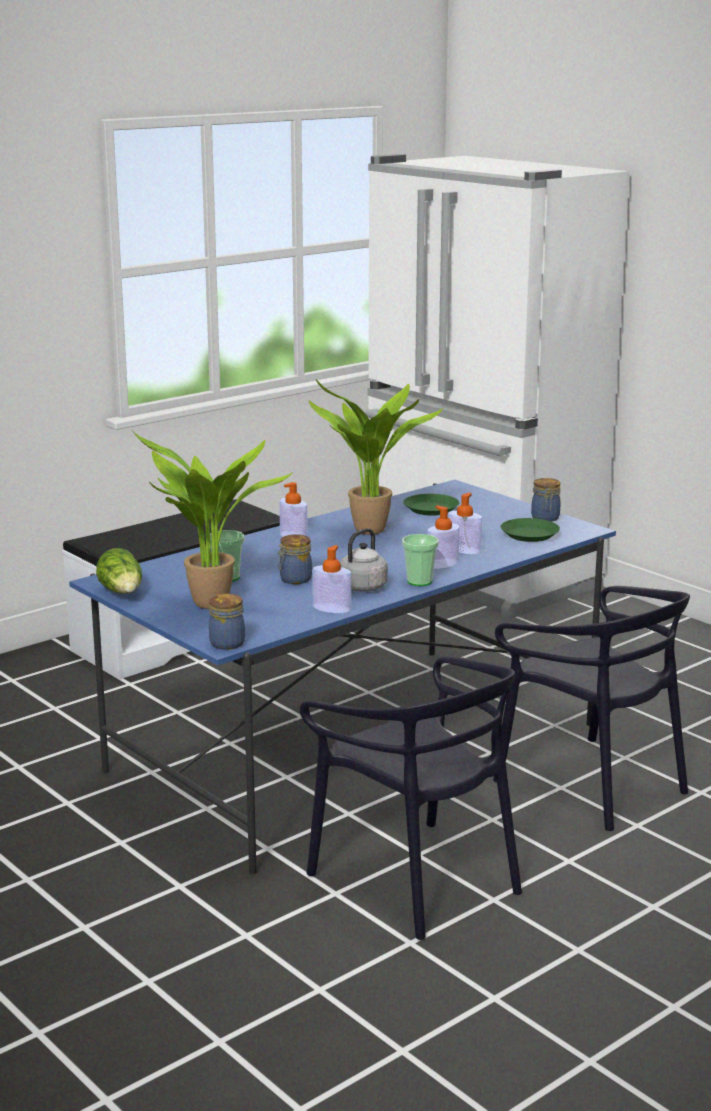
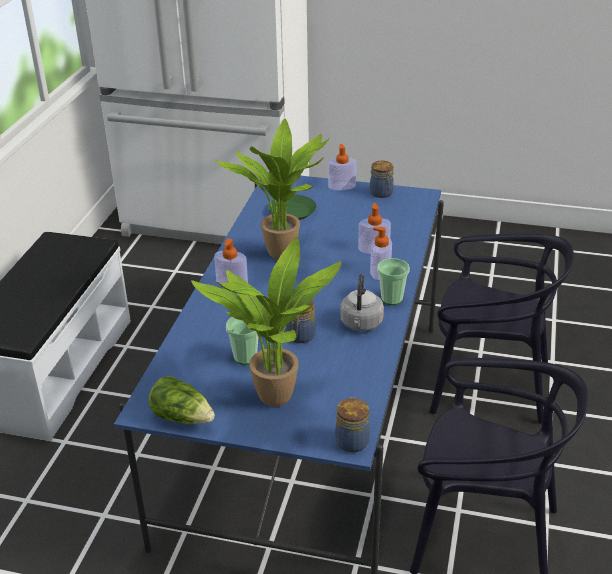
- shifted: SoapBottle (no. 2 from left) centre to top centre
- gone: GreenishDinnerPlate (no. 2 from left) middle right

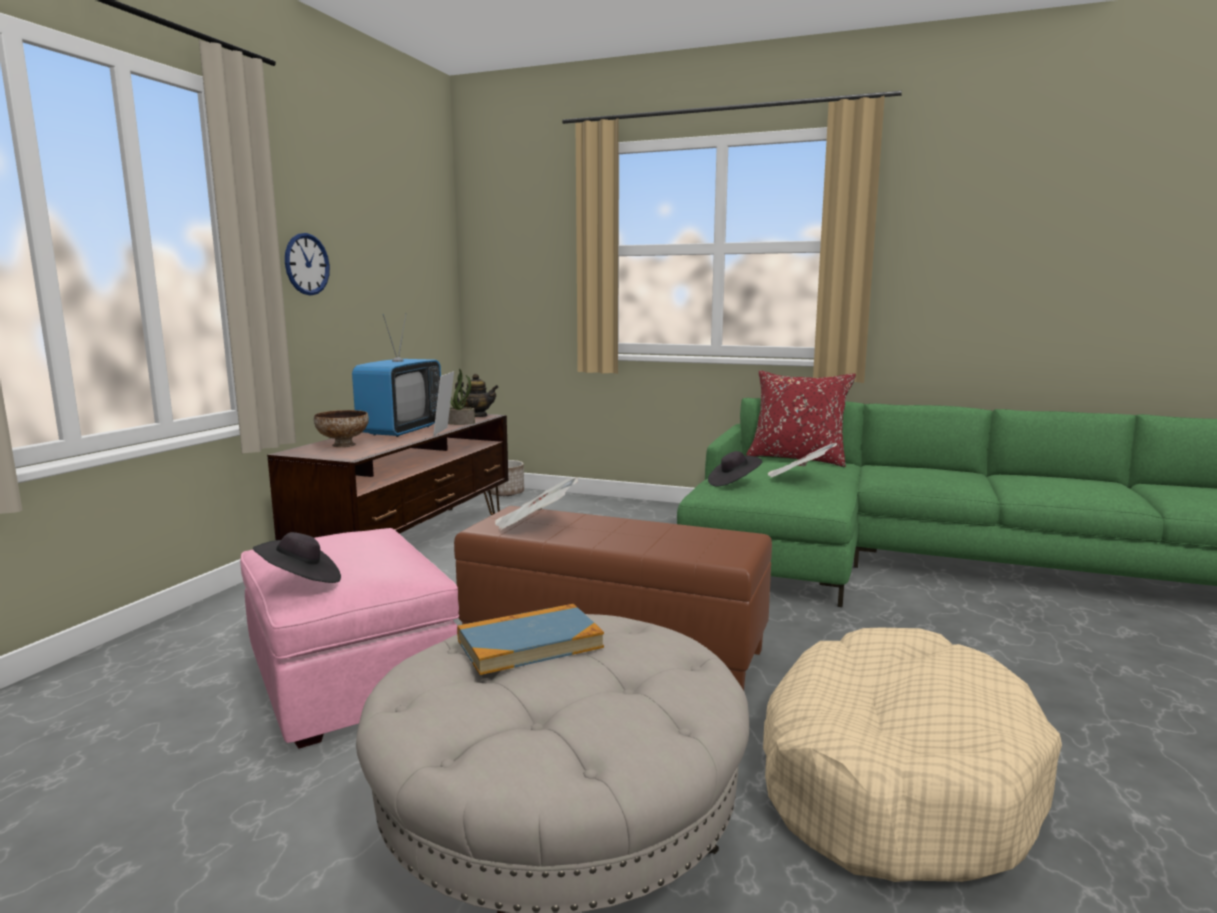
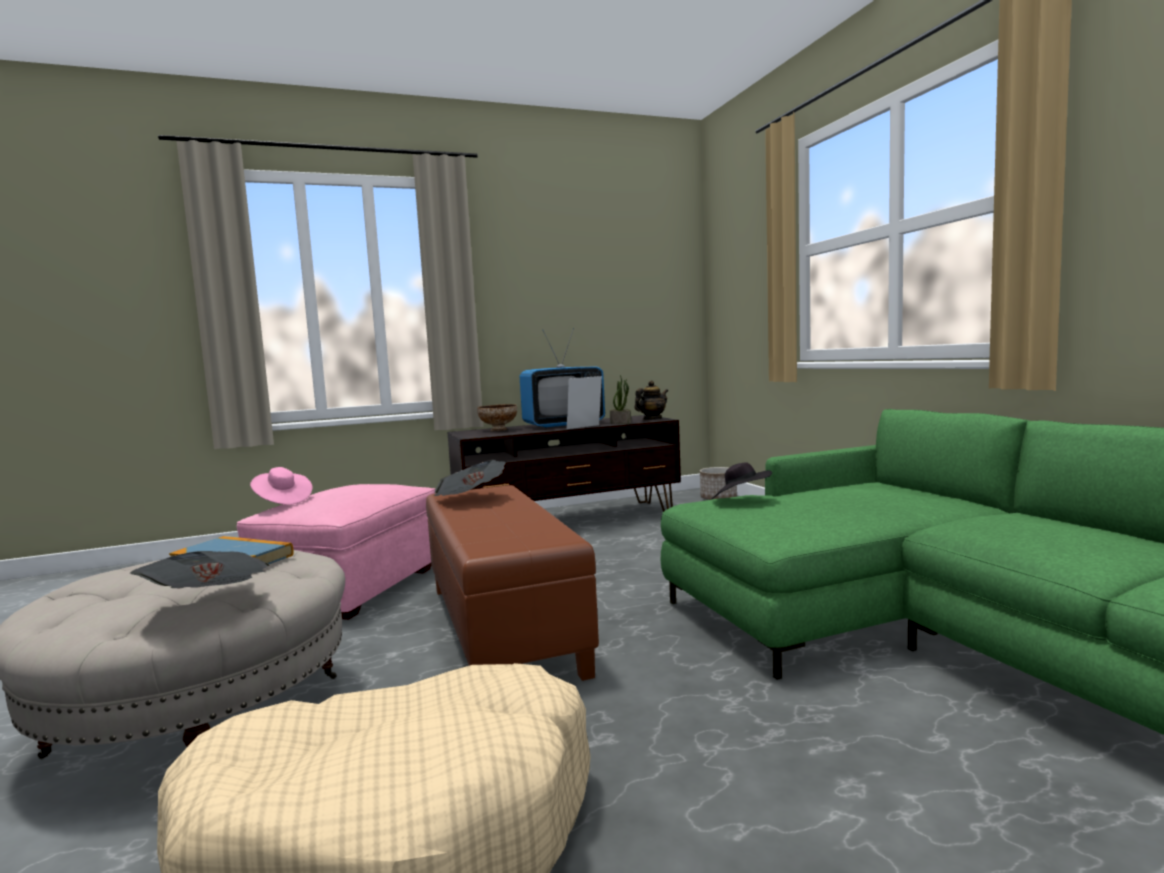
- repainted: BlackColouredWearableHat (no. 1 from left) middle left to PinkWearableHat middle left
- gone: HangingClock top left
- rotated: TeaPot centre = centre 90 degrees counterclockwise
- gone: RedThrowPillow centre
- shifted: Newspaper (no. 2 from left in the first image) centre to Newspaper (no. 1 from left) middle left

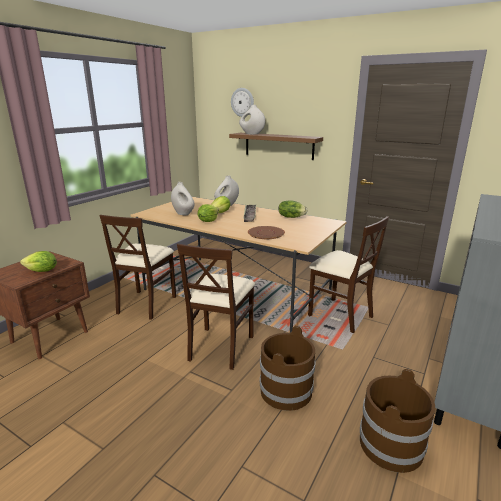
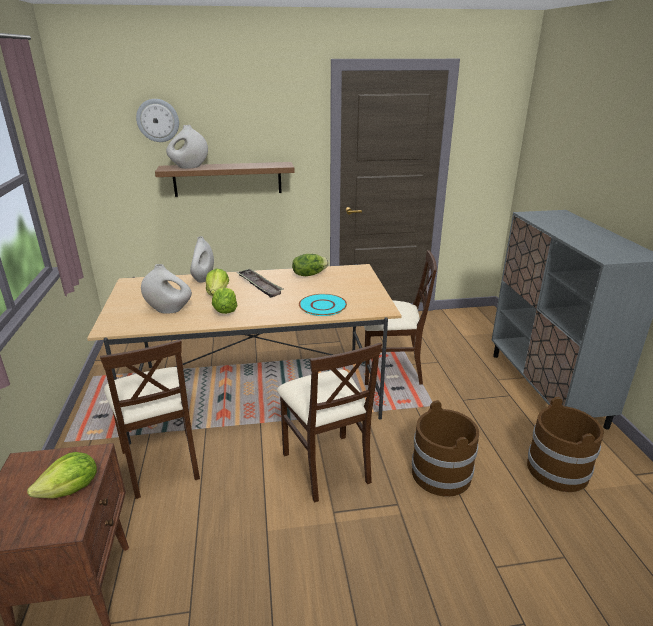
- repainted: BrownColouredDinnerPlate centre to TurquoiseColouredDinnerPlate centre

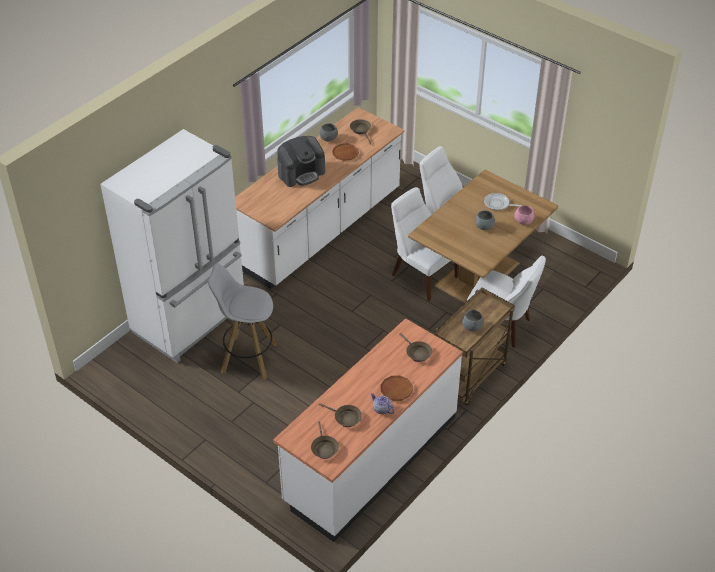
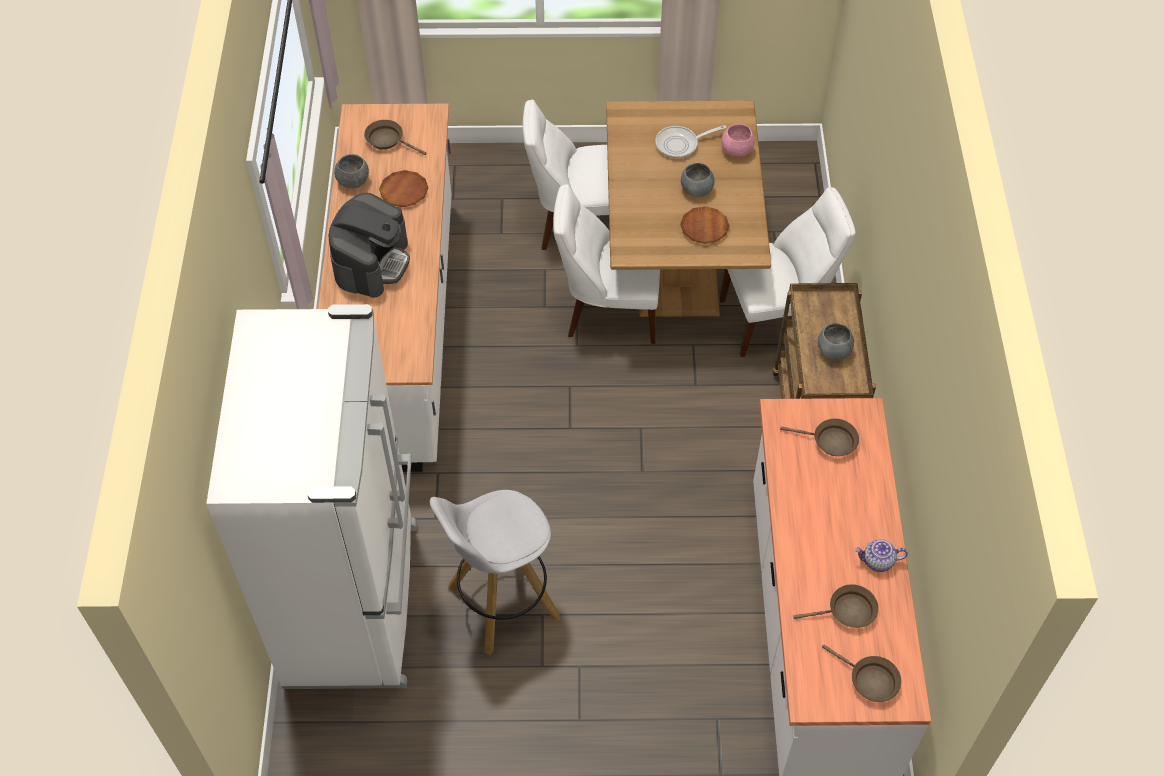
- shifted: BrownColouredDinnerPlate (no. 2 from left) bottom centre to top centre

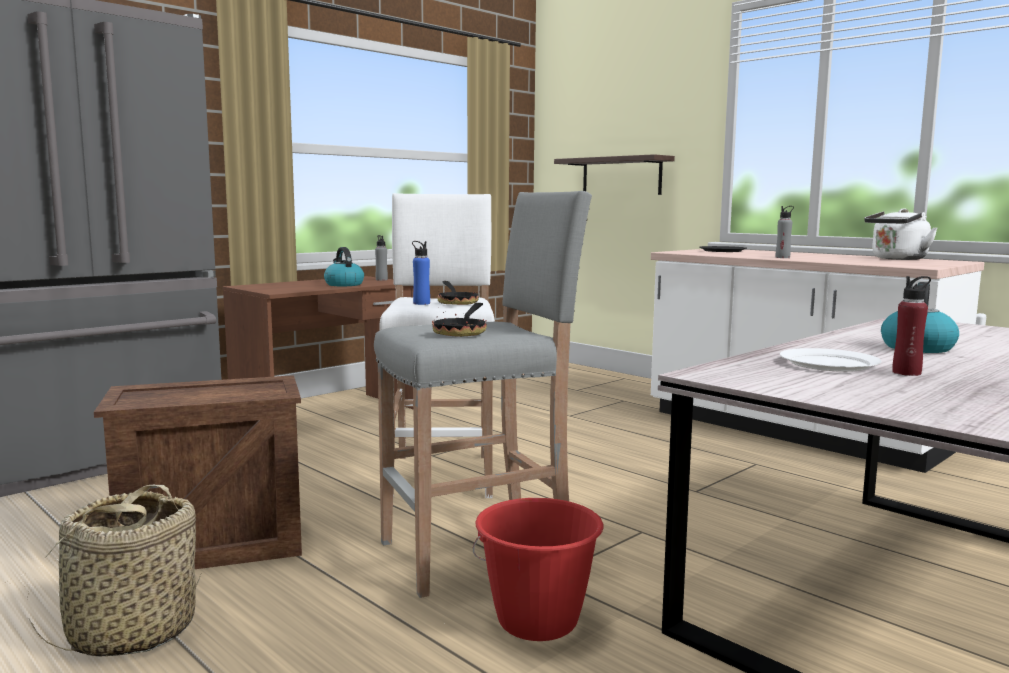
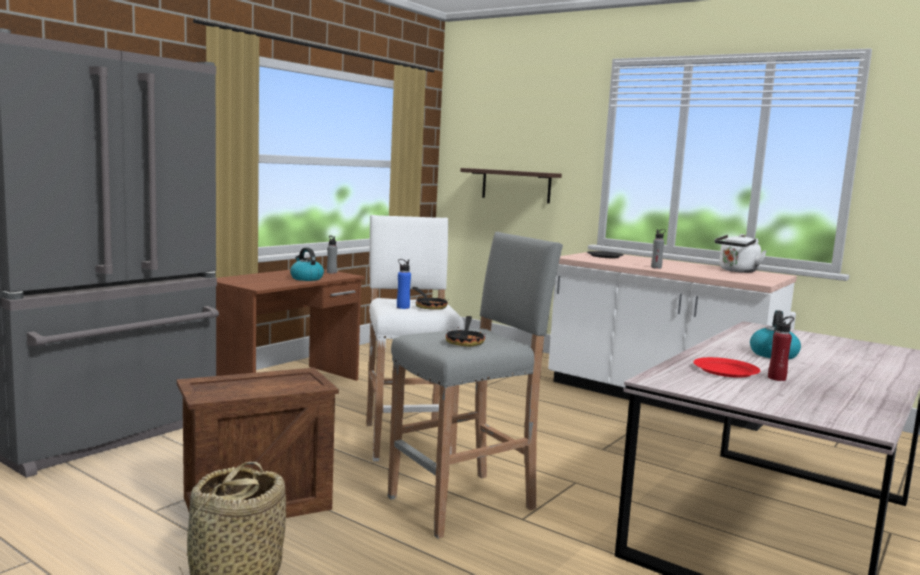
- gone: RedPail bottom centre
- repainted: WhiteColouredDinnerPlate middle right to RedDinnerPlate middle right

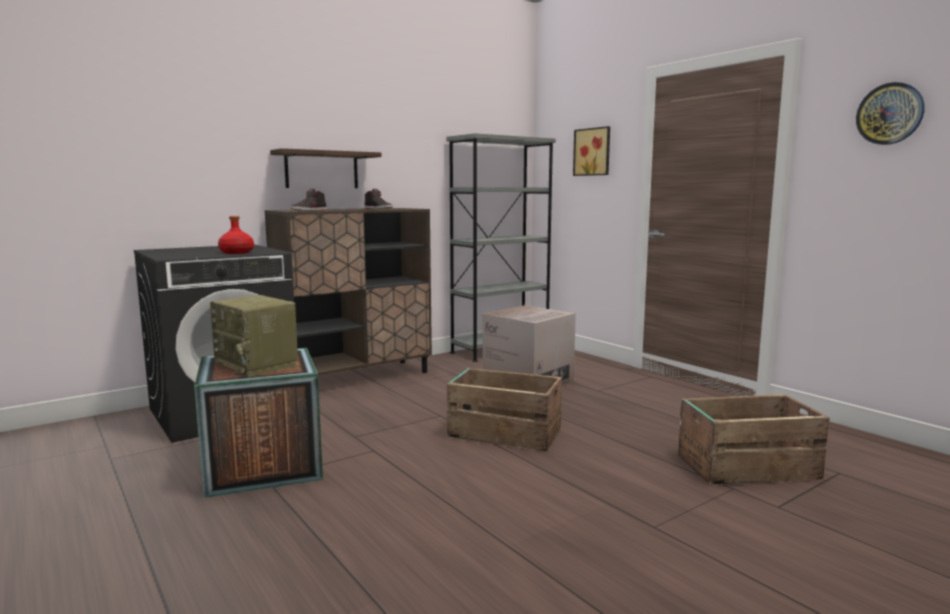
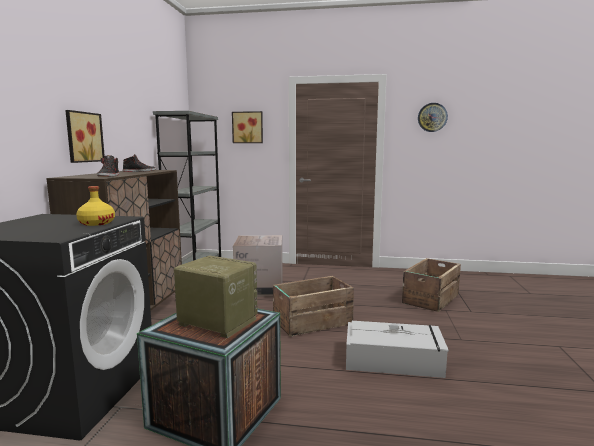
- rotated: RadioReceiver middle left = centre 150 degrees counterclockwise
- repainted: RedBeverageBottle middle left to YellowColouredBeverageBottle middle left
- swapped: BracketShelf top centre to WallPicture (no. 1 from left) top left
- new: GreyStorageBox bottom right

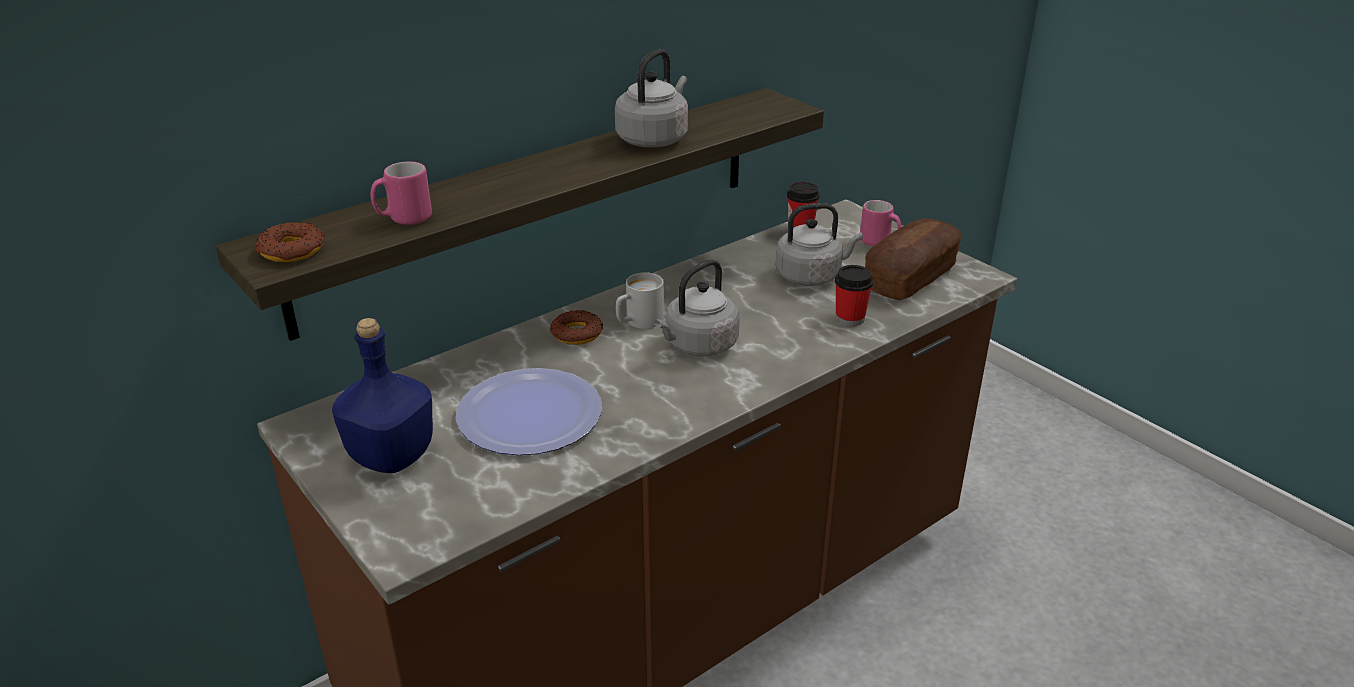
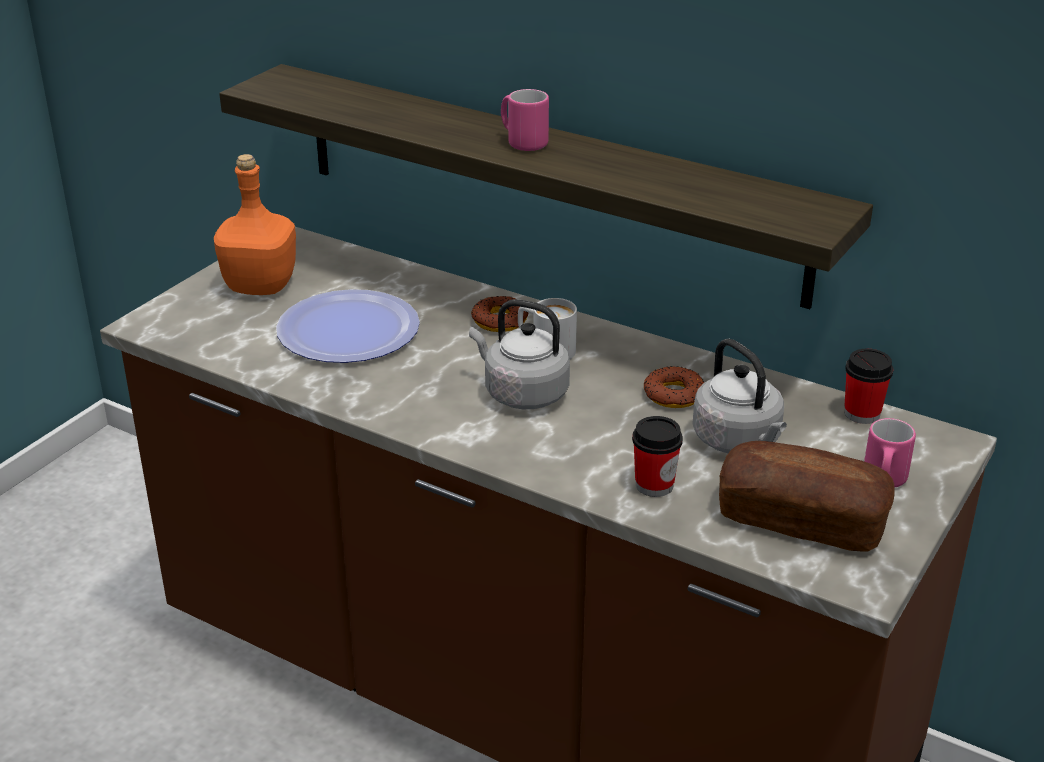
- shifted: RingDoughnut (no. 1 from left in the first image) middle left to RingDoughnut (no. 2 from left) centre
- repainted: BlueColouredBeverageBottle middle left to OrangeColouredBeverageBottle top left
- shifted: PinkTeaMug (no. 1 from left) top left to top centre
- gone: GreyTeaKettle (no. 1 from left) top centre

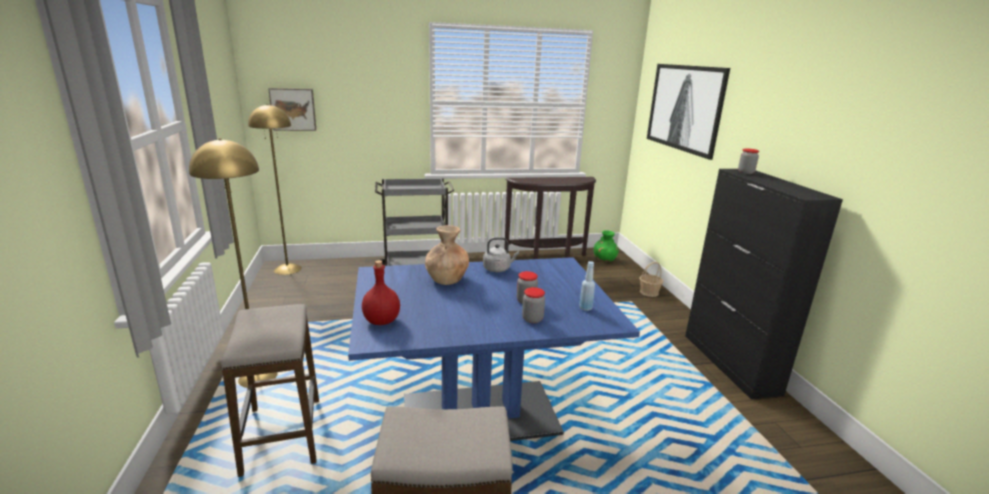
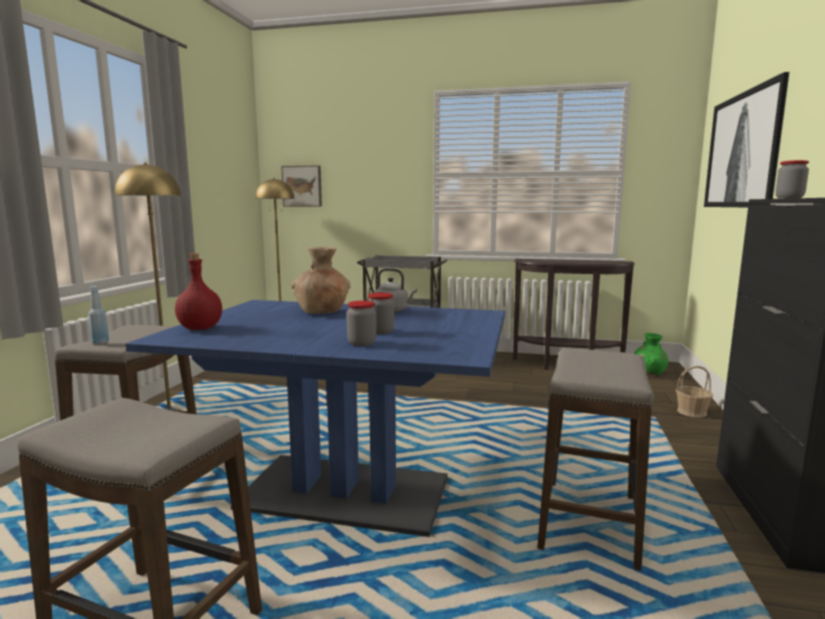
- shifted: BlueColouredBeverageBottle centre to middle left
- new: StoolSeat (no. 3 from left) bottom right

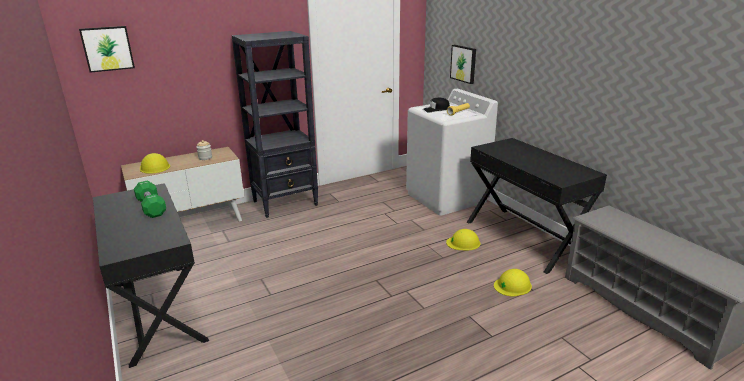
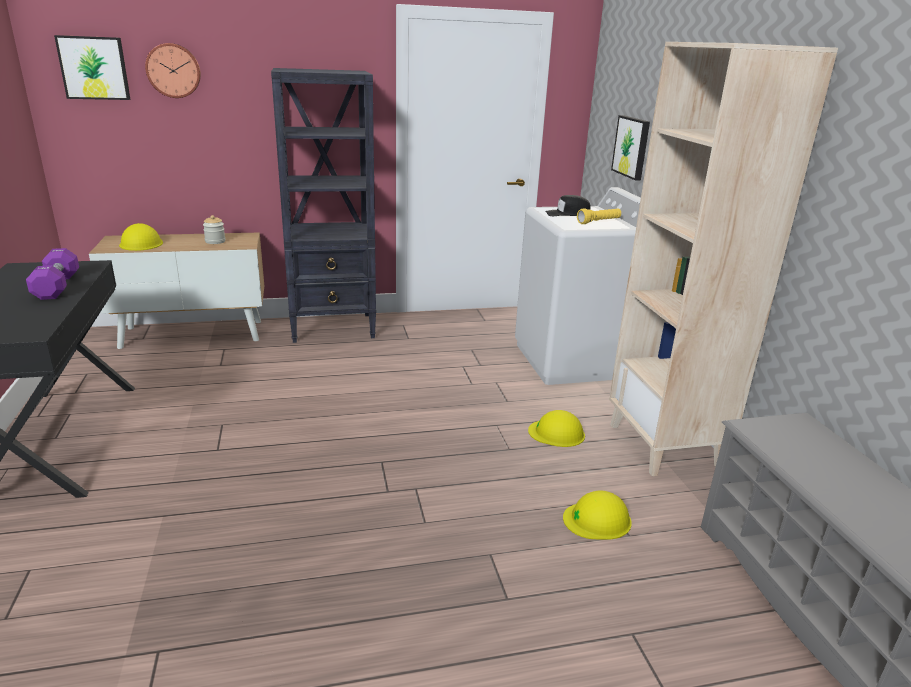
- repainted: GreenishDumbbell middle left to PurpleColouredDumbbell middle left
- swapped: BlackColouredDeskUnit (no. 2 from left) middle right to BeigeColouredShelvingUnit middle right
- new: HangingClock top left

